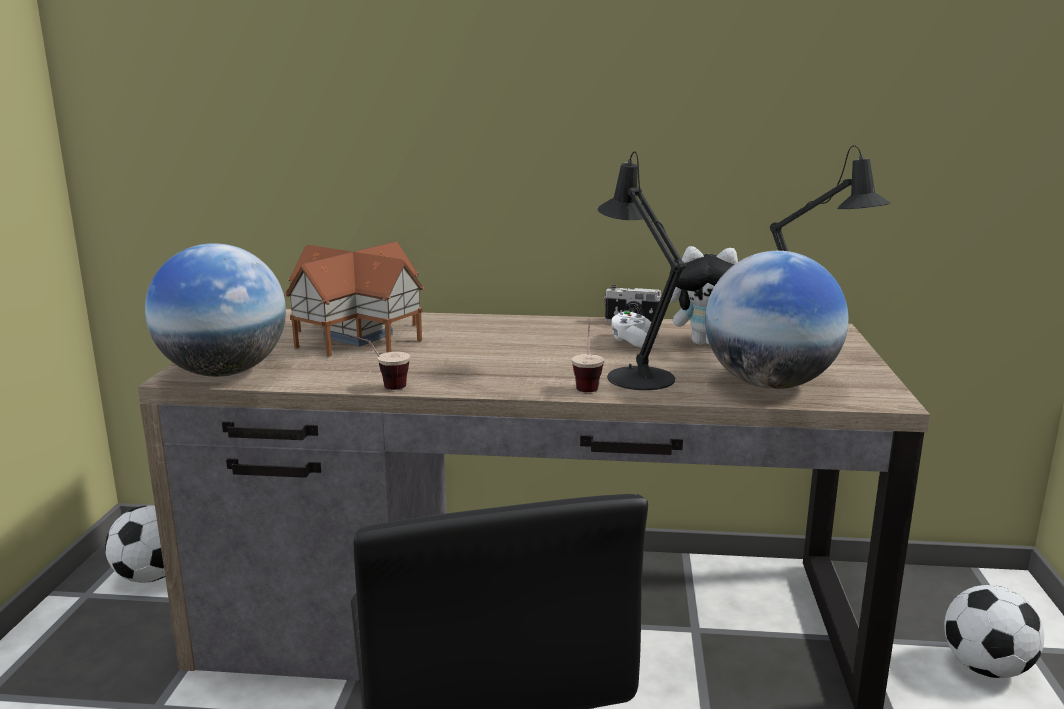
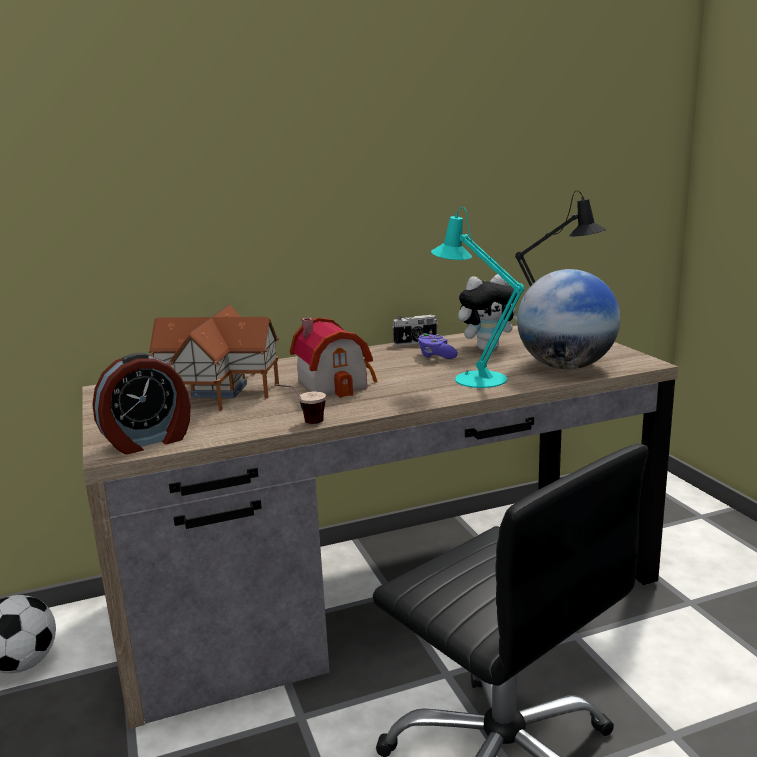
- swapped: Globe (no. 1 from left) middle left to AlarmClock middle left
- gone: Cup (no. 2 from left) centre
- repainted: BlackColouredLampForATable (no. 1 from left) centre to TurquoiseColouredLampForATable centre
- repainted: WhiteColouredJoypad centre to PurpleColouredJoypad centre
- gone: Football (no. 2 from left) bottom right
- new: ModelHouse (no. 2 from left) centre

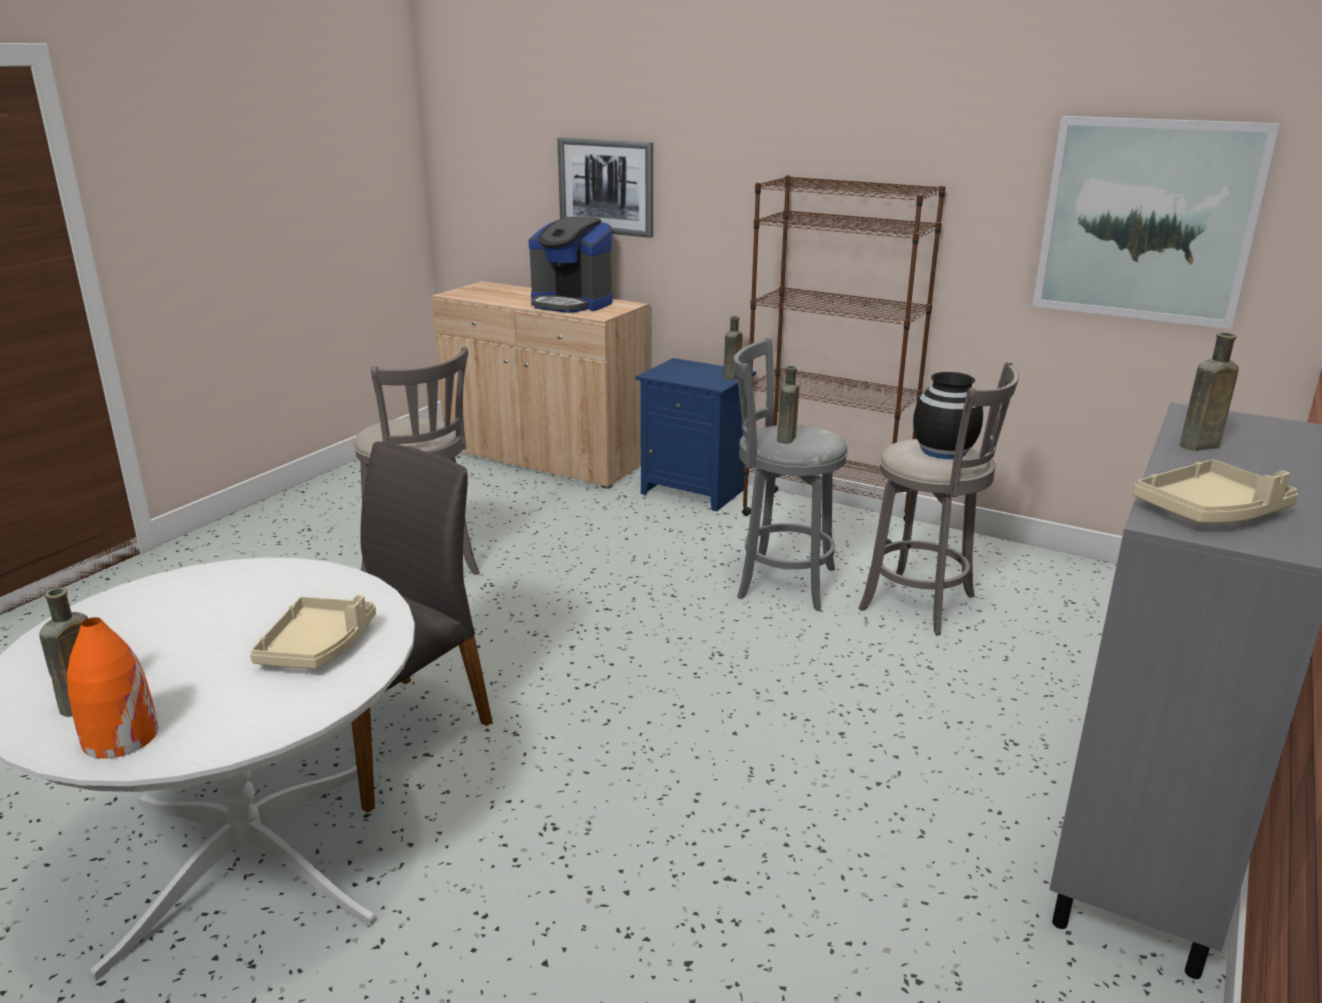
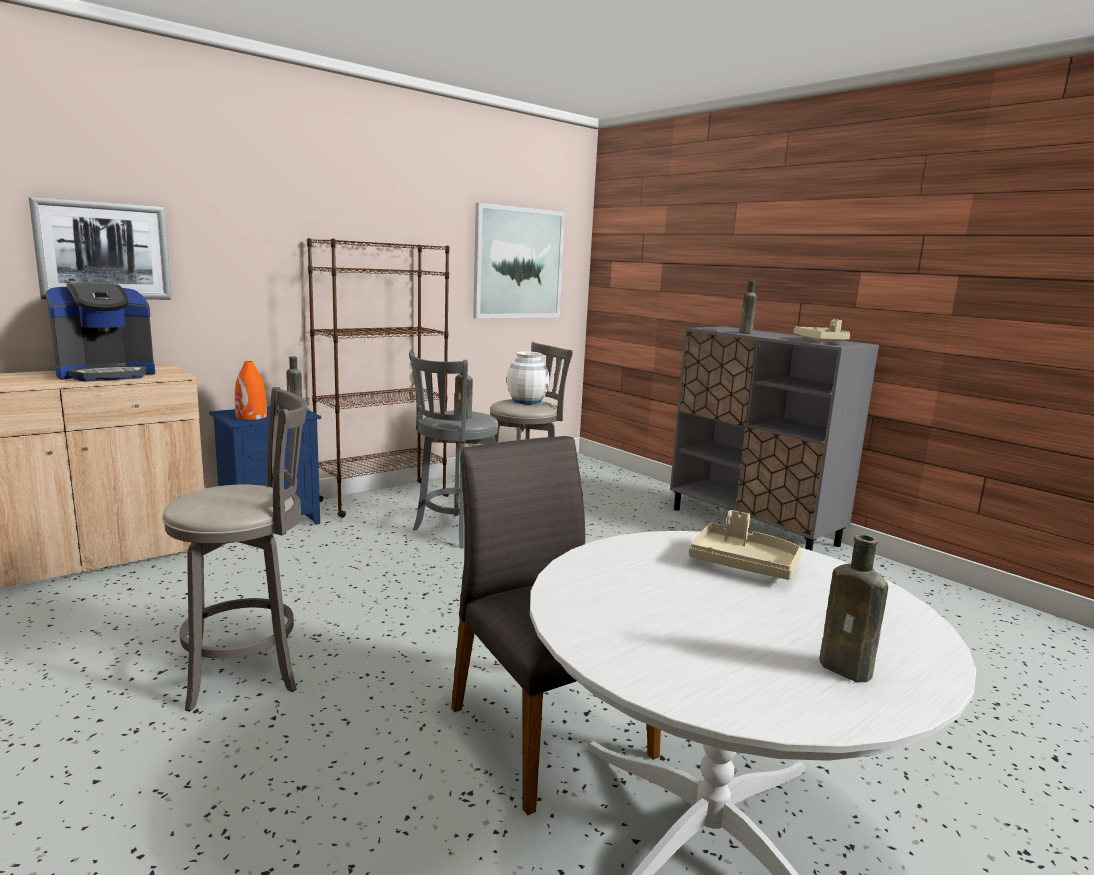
- shifted: OrangeColouredFlowerVase bottom left to middle left
- repainted: BlackColouredFlowerVase middle right to WhiteColouredFlowerVase centre

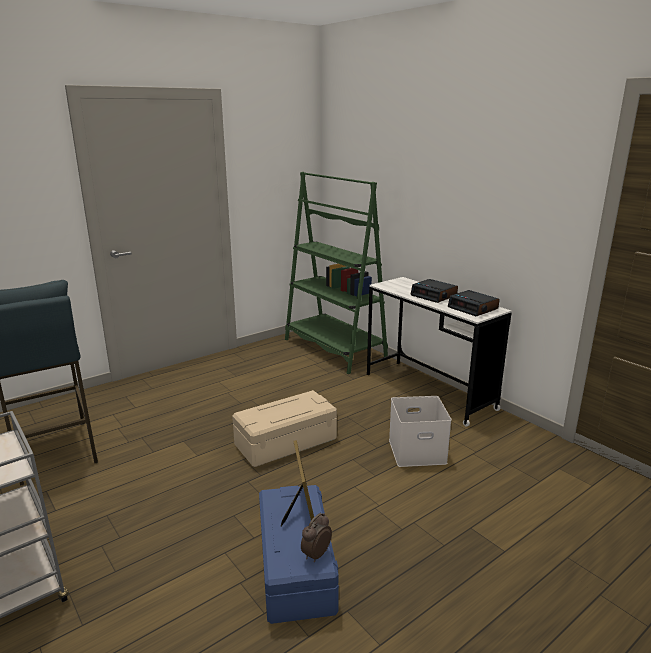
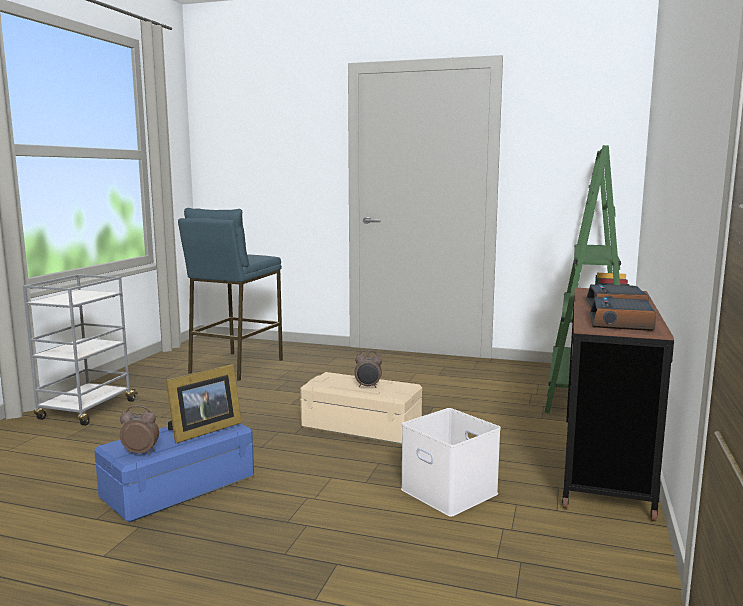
- repainted: WhiteColouredDeskUnit middle right to BrownColouredDeskUnit bottom right
- new: AlarmClock (no. 2 from left) centre

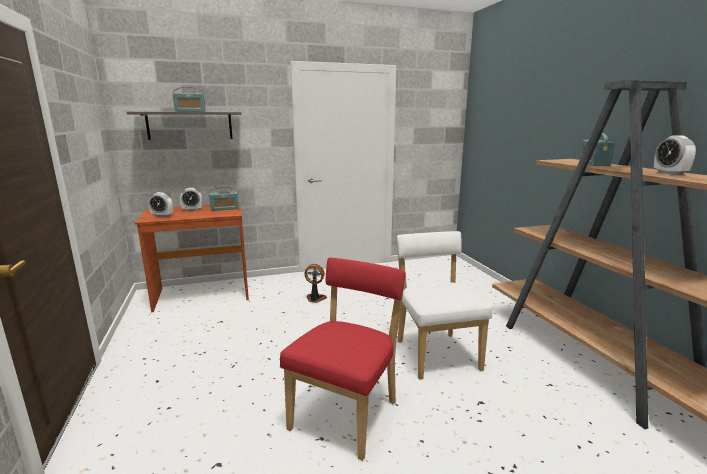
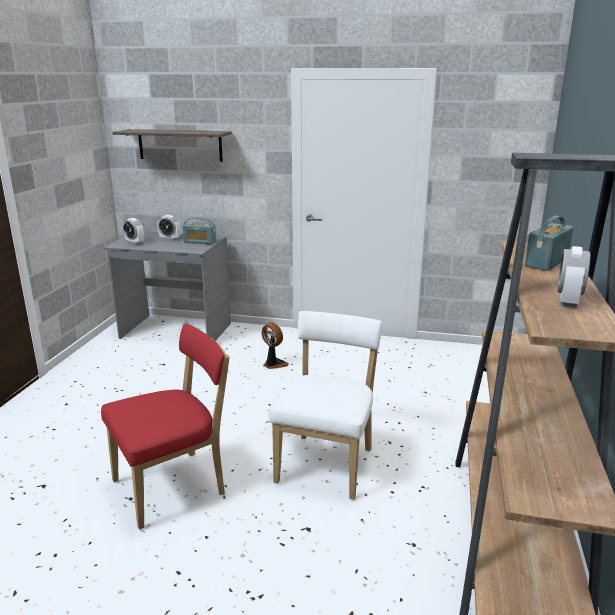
- repainted: BrownColouredDeskUnit middle left to GreyDeskUnit middle left
- gone: RadioReceiver (no. 1 from left) top left

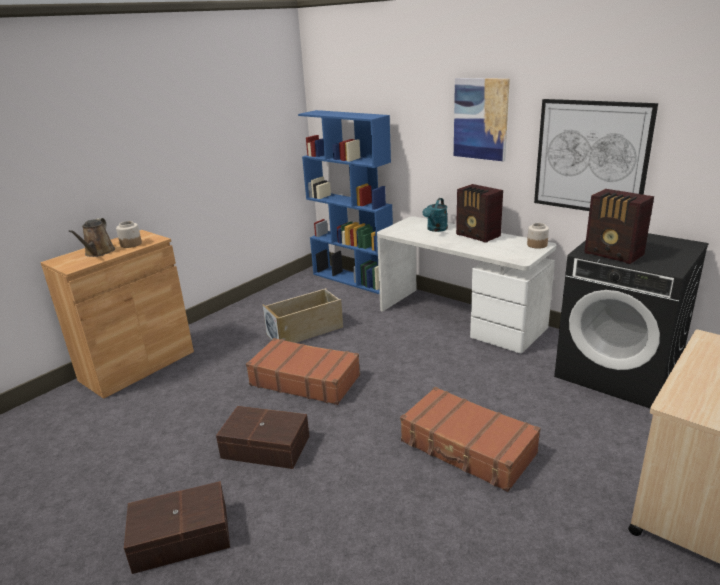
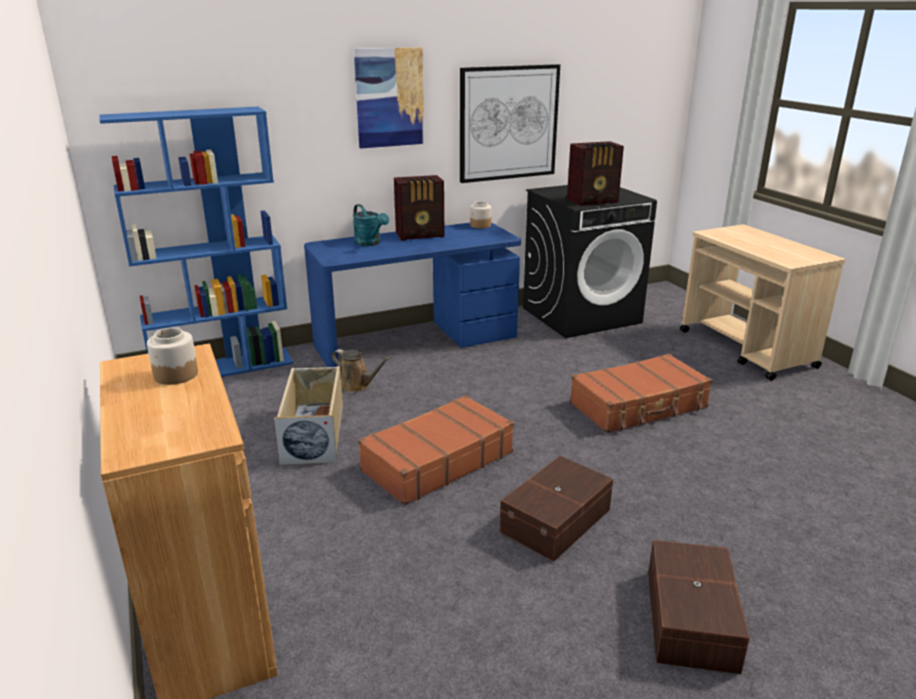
- shifted: BrownColouredWateringCan middle left to centre
- repainted: WhiteColouredDeskUnit centre to BlueColouredDeskUnit centre

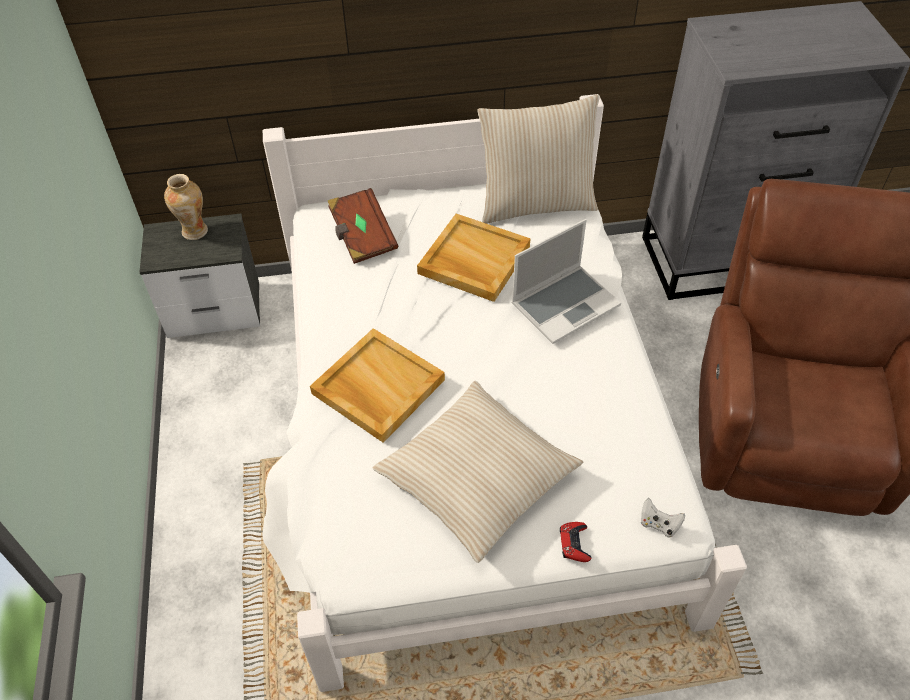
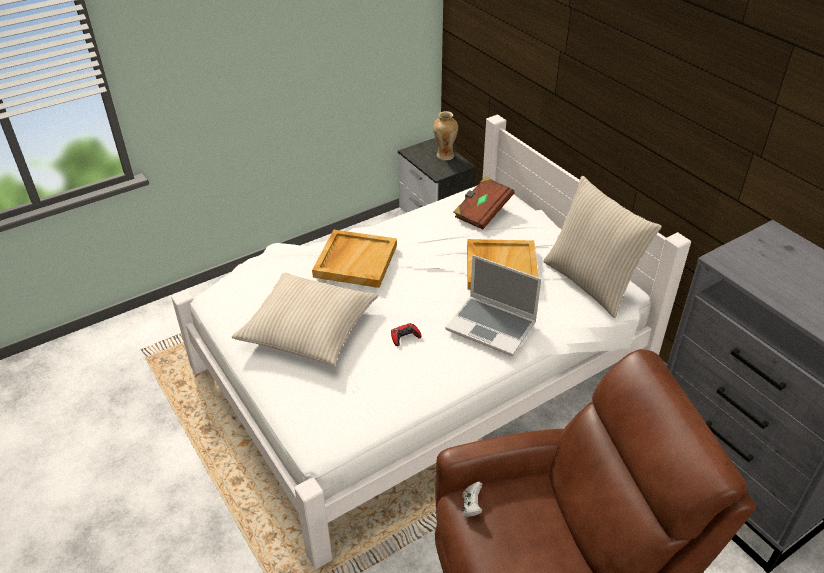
- shifted: RedJoypad bottom centre to centre
- shifted: WhiteColouredJoypad bottom right to bottom centre

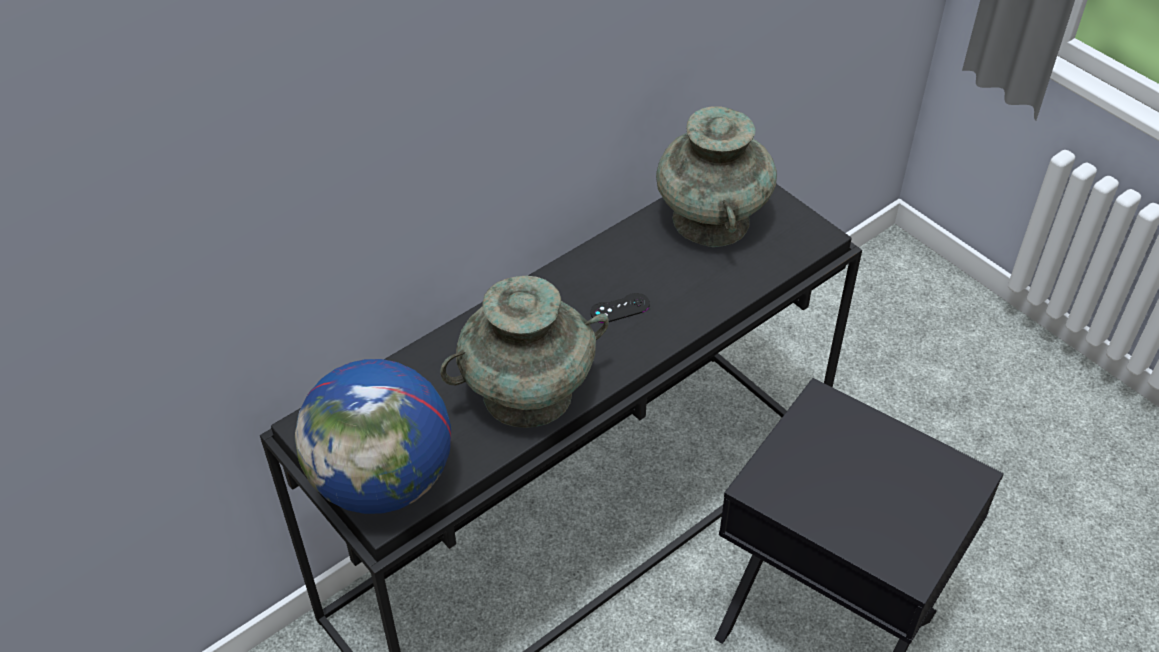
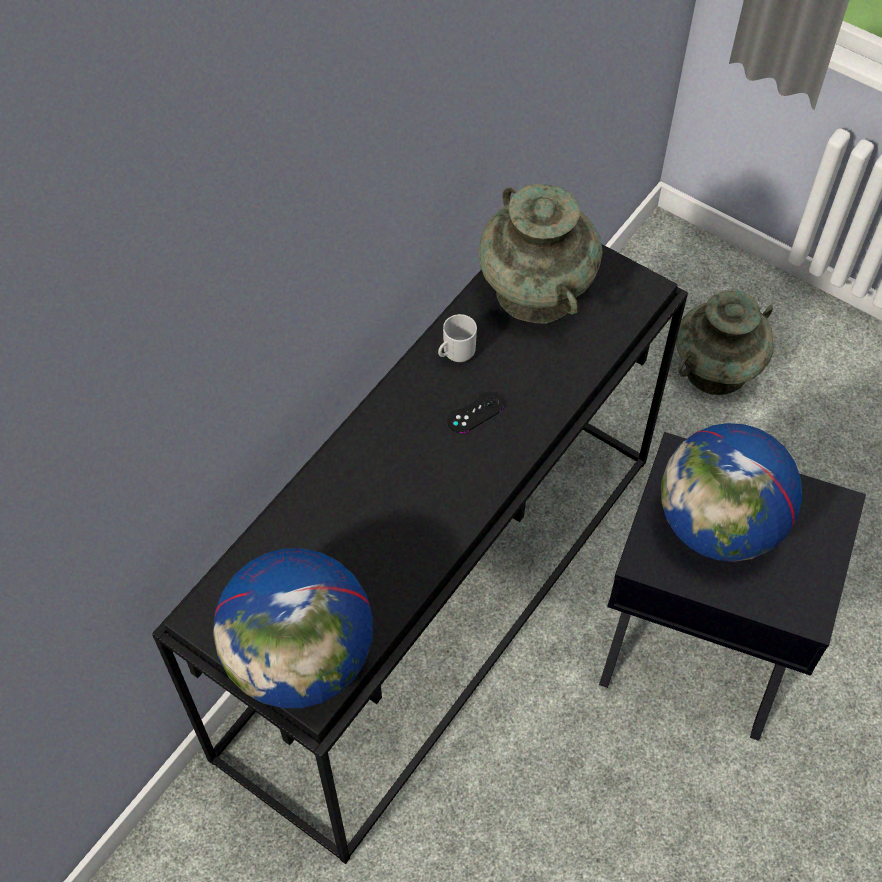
- shifted: TurquoiseColouredFlowerVase (no. 1 from left in the first image) centre to TurquoiseColouredFlowerVase (no. 2 from left) middle right
- new: TeaMug centre
- new: Globe (no. 2 from left) middle right

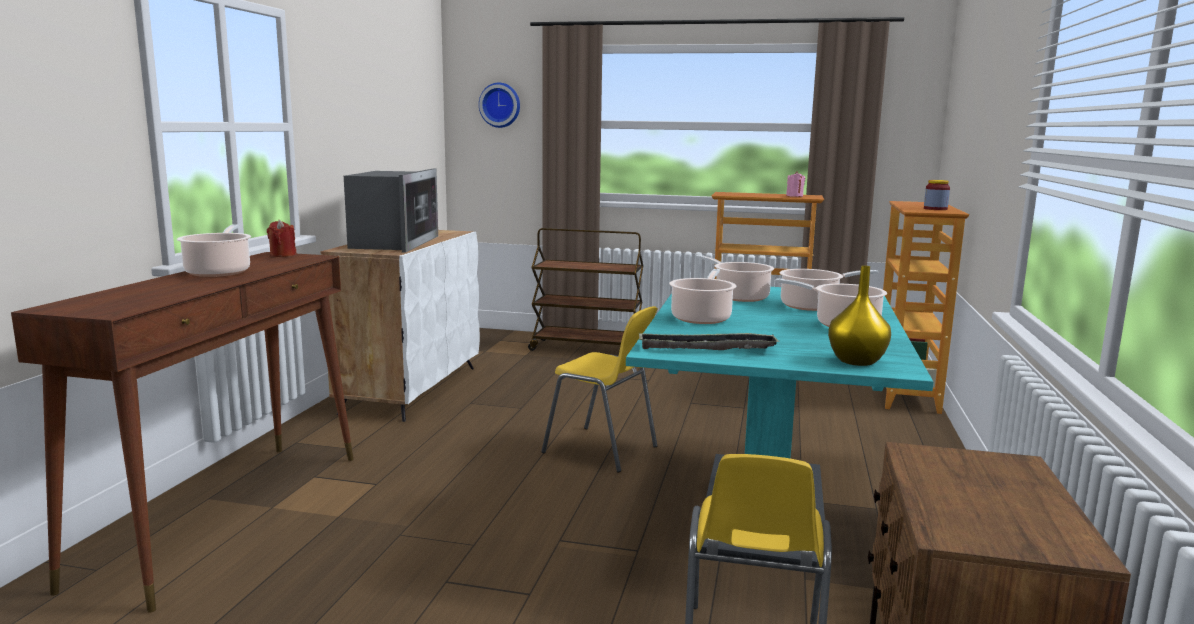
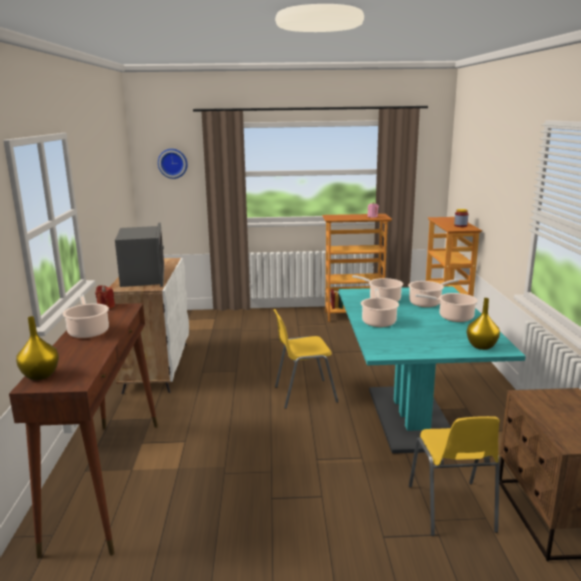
- gone: BrownColouredWheeledCart centre
- rotated: YellowColouredUprightChair (no. 1 from left) centre = centre 150 degrees clockwise
- gone: Tray centre
- new: YellowColouredFlowerVase (no. 1 from left) middle left

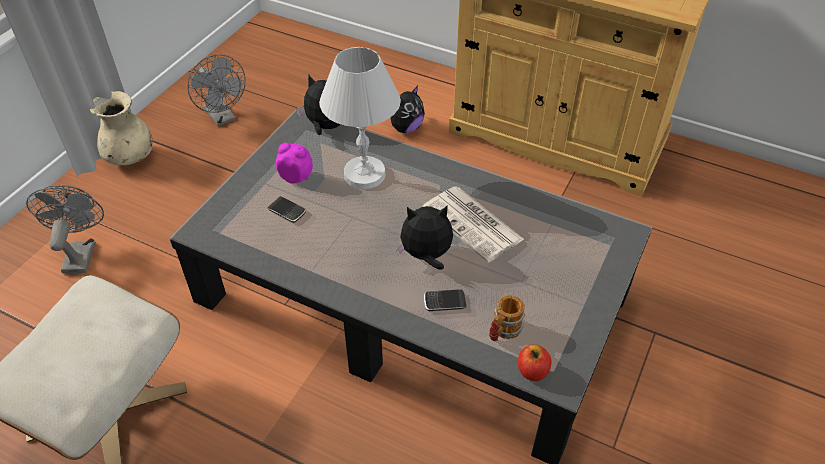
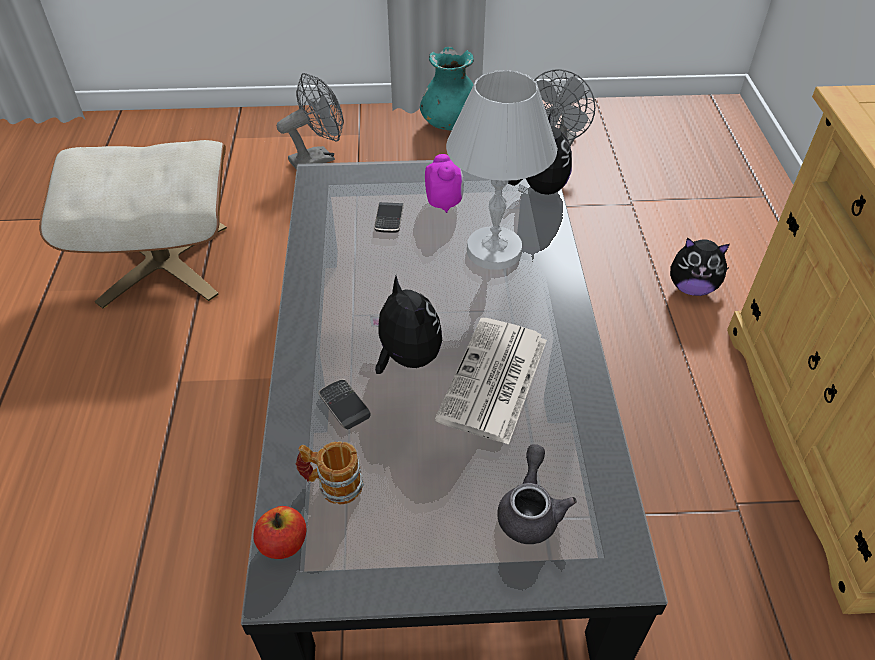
- repainted: BeigeColouredFlowerVase top left to TurquoiseColouredFlowerVase top centre
- new: GreyTeaPot bottom centre

